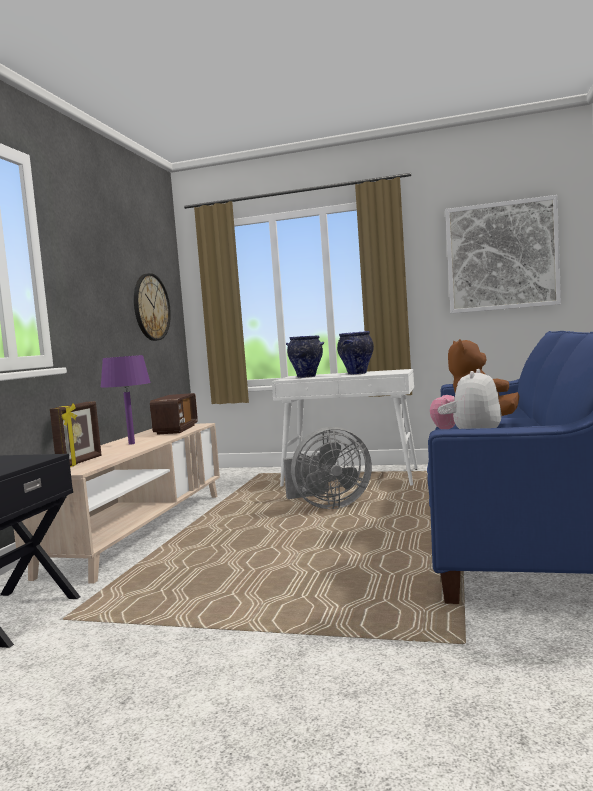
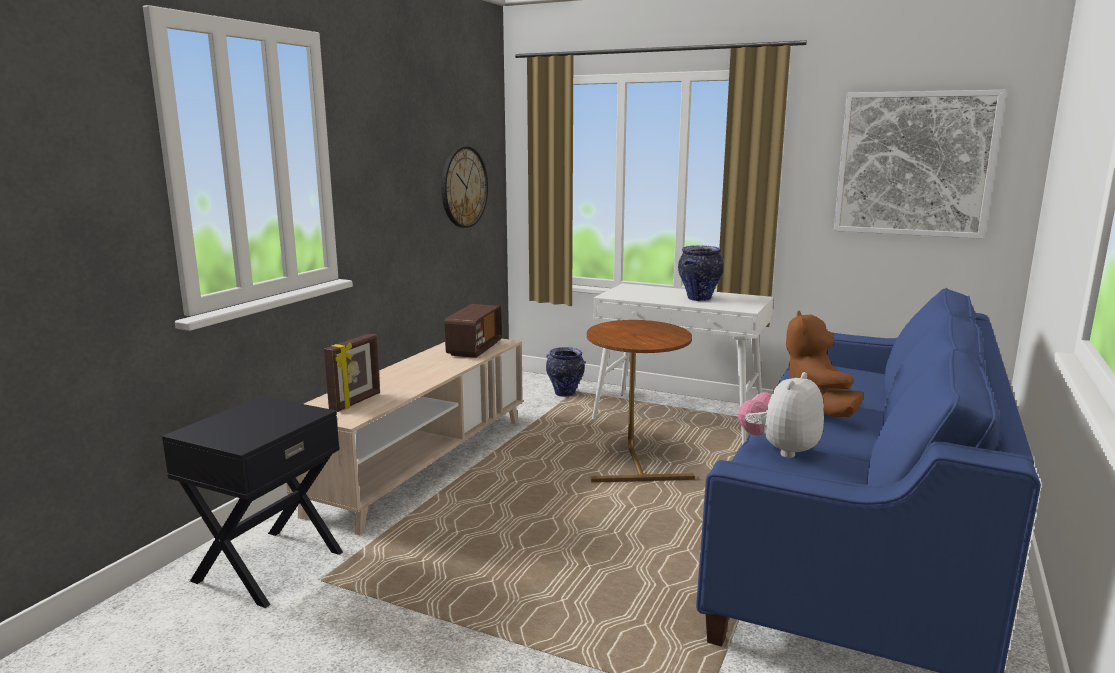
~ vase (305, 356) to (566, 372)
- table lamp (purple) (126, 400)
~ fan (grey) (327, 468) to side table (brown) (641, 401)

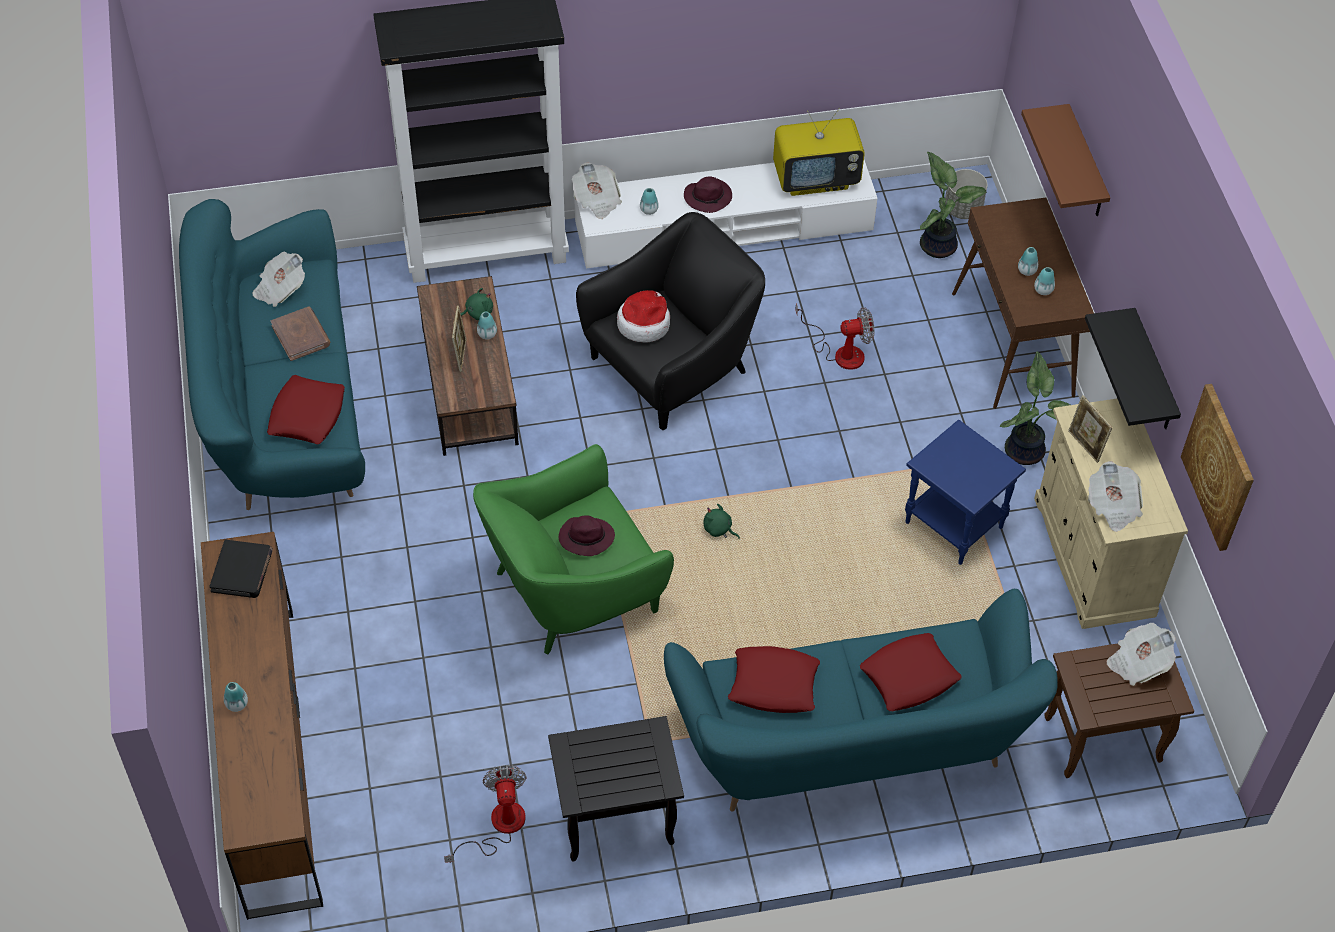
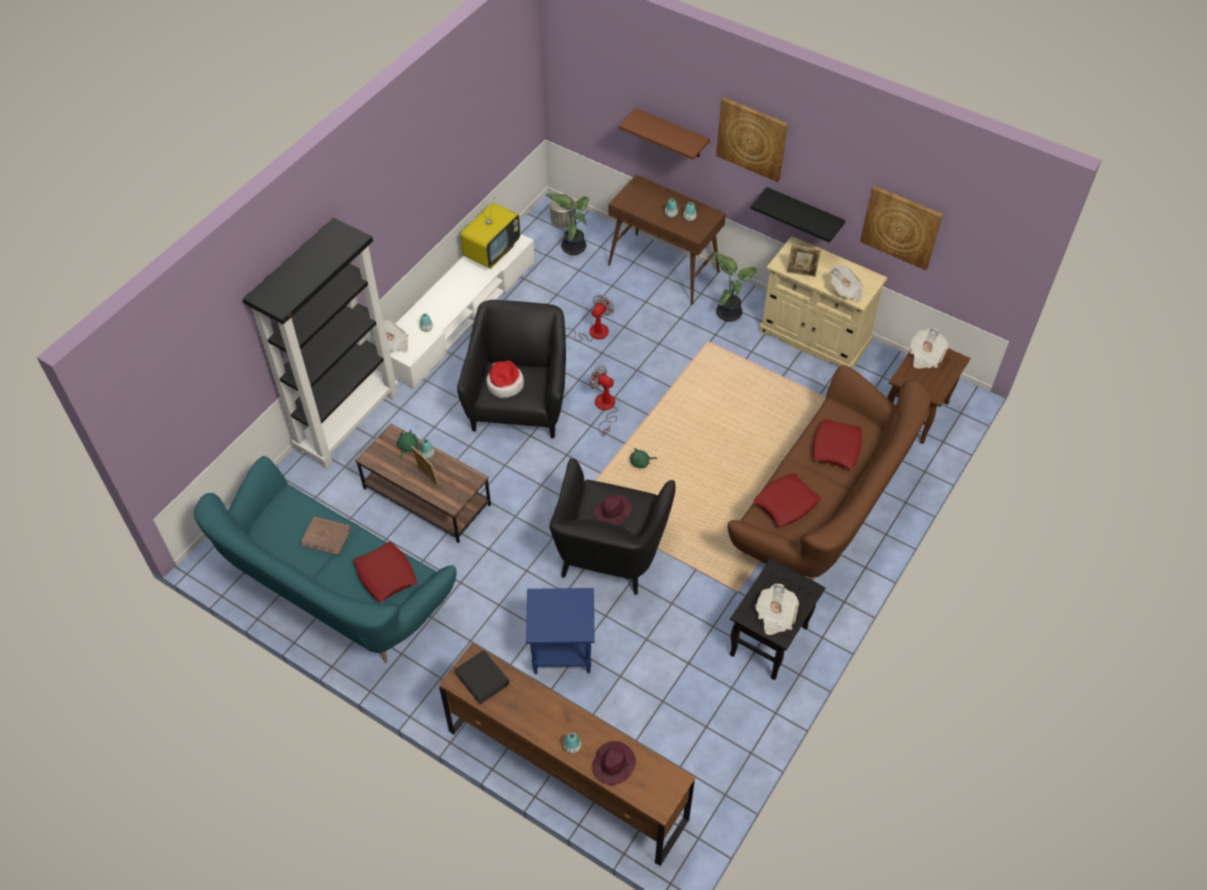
~ hat (purple) (708, 194) to (614, 763)
~ newspaper (278, 279) to (777, 609)
~ side table (blue) (965, 492) to (560, 631)
~ armchair (green) (573, 549) to armchair (black) (612, 526)
~ sofa (turquoise) (861, 700) to sofa (brown) (829, 473)
~ fan (485, 814) to (603, 400)
+ picture (752, 139)

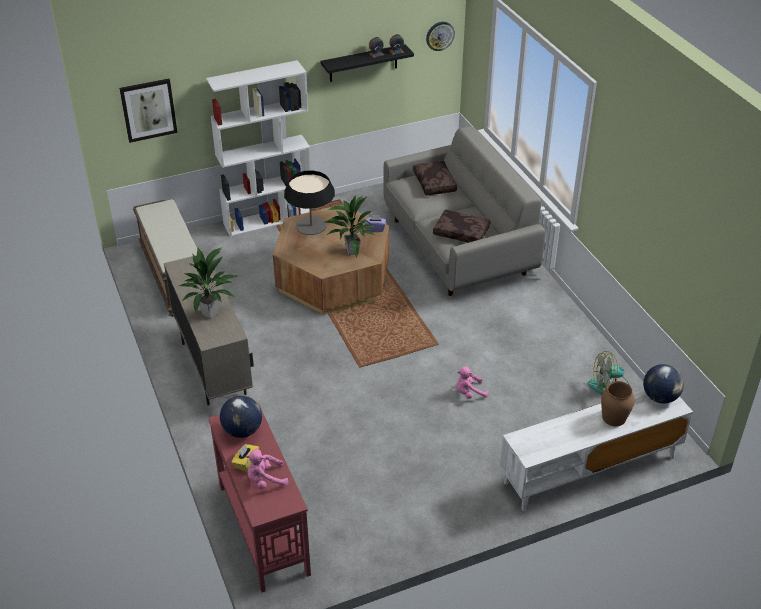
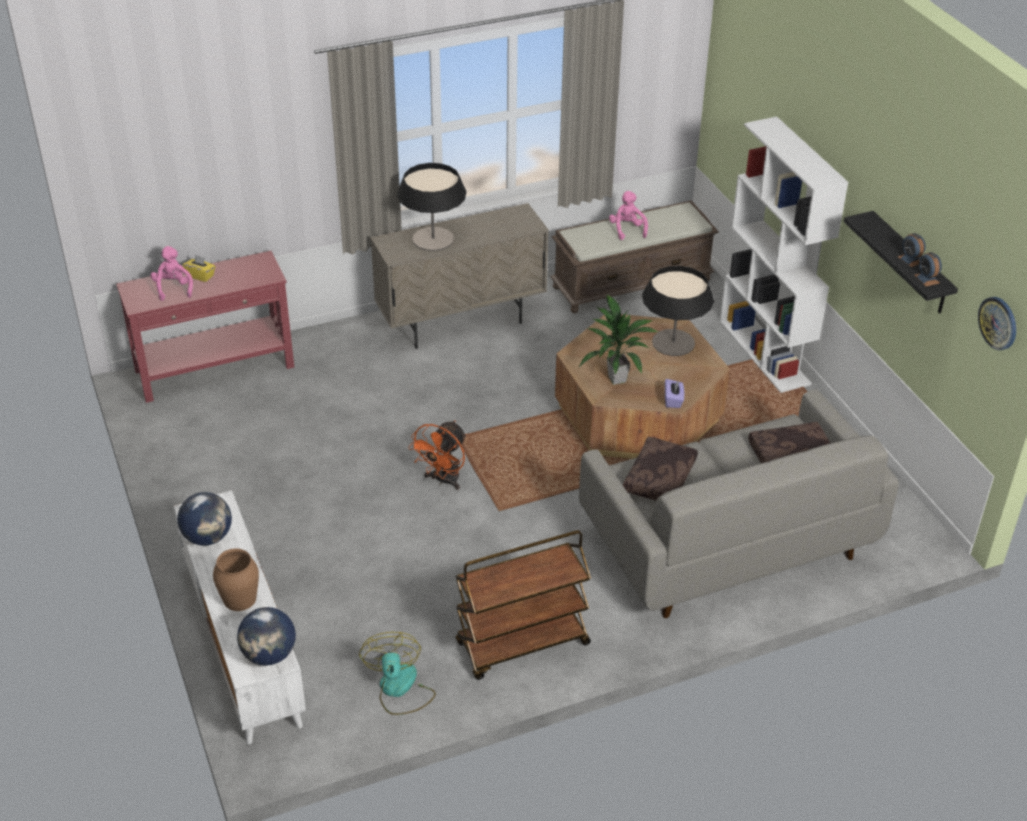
- picture (148, 110)
~ potted plant (208, 283) to table lamp (431, 207)
~ plush toy (pink) (472, 382) to (628, 215)
~ globe (241, 416) to (204, 519)
+ fan (orange) (437, 455)
+ cart (brown) (523, 605)

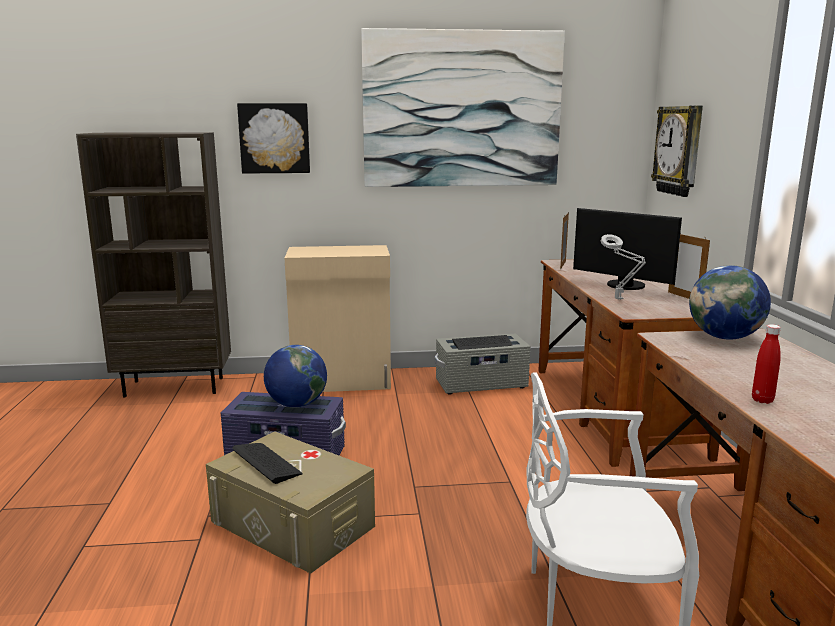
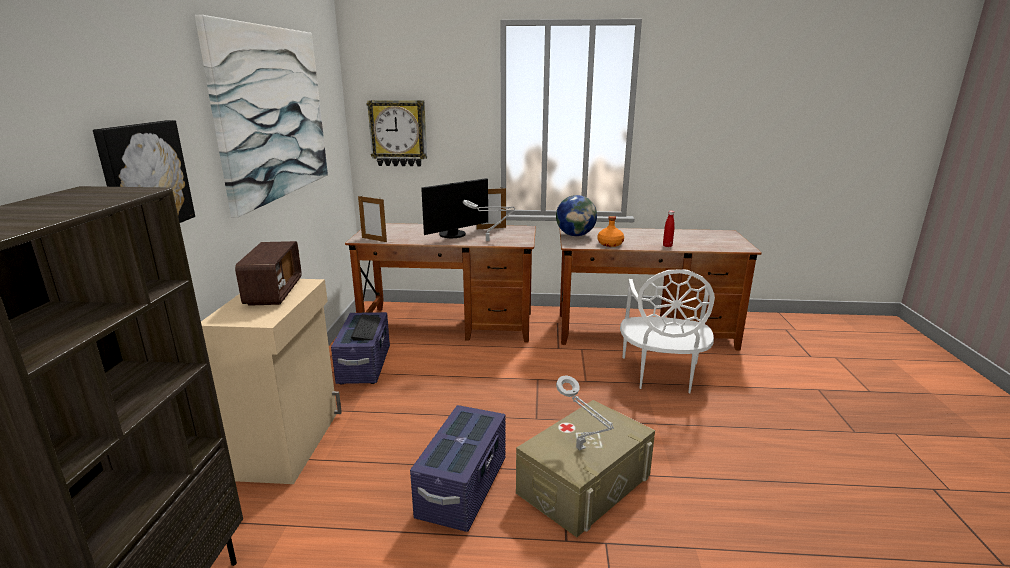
~ storage box (grey) (482, 364) to storage box (purple) (360, 348)
- globe (295, 376)
~ keyboard (267, 463) to table lamp (grey) (585, 412)
+ bottle (orange) (610, 231)
+ radio (268, 273)

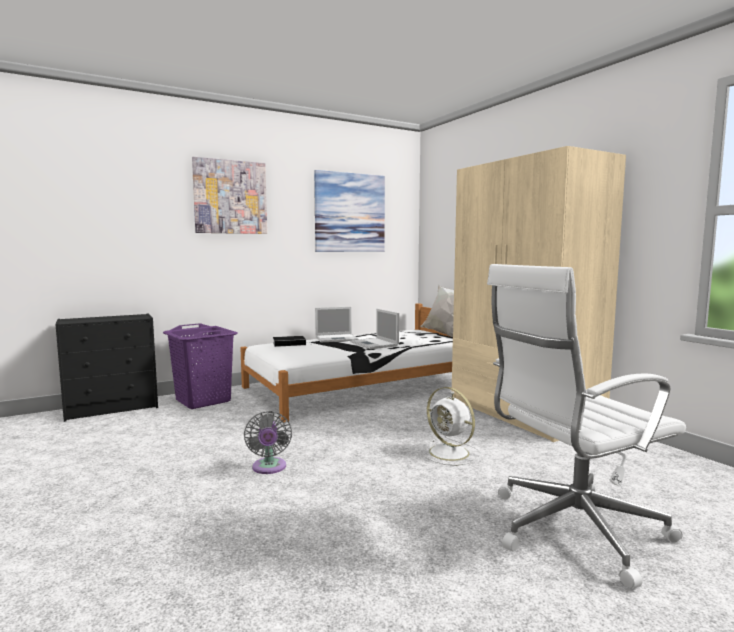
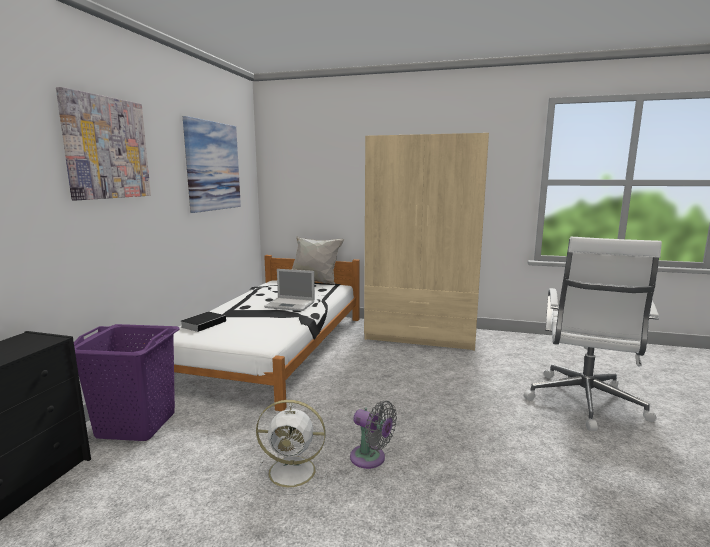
- laptop (337, 324)
~ fan (white) (450, 426) to (291, 447)

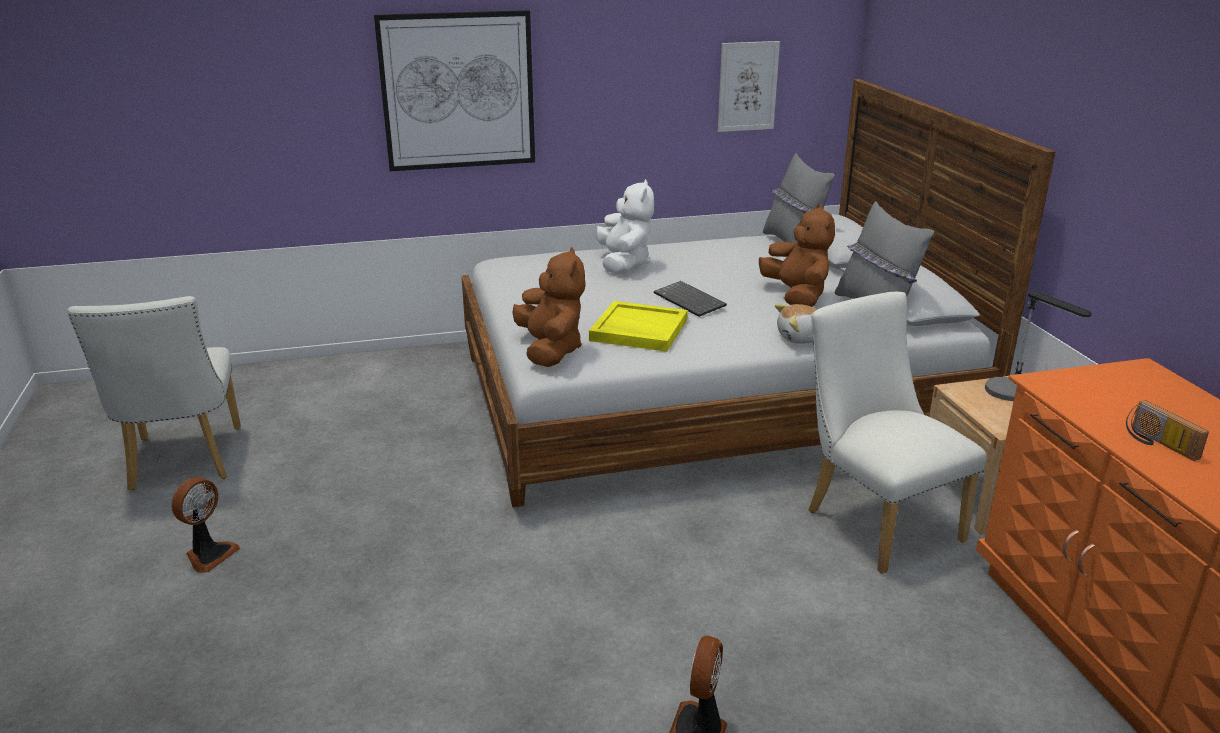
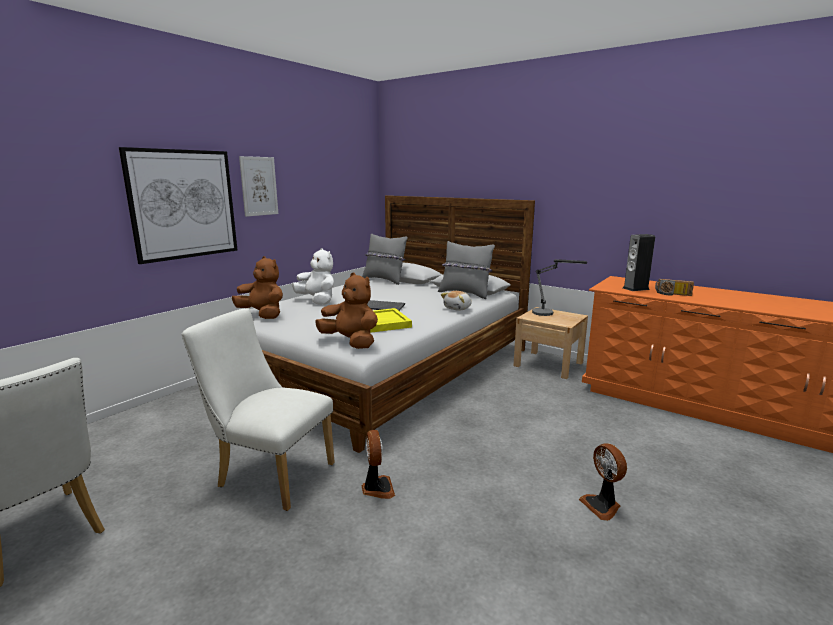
~ picture (749, 86) to (258, 186)
~ plush toy (brown) (797, 255) to (257, 287)
~ chair (white) (898, 433) to (258, 409)
~ fan (205, 525) to (378, 464)
+ speaker (639, 262)

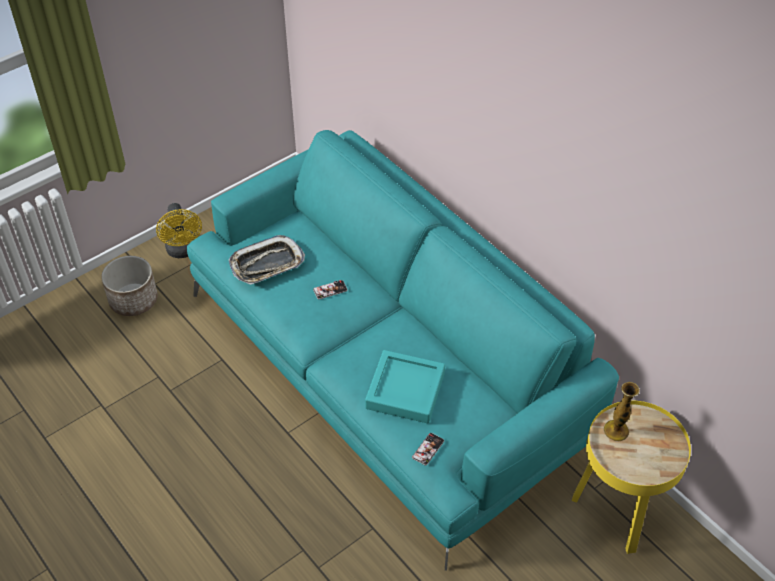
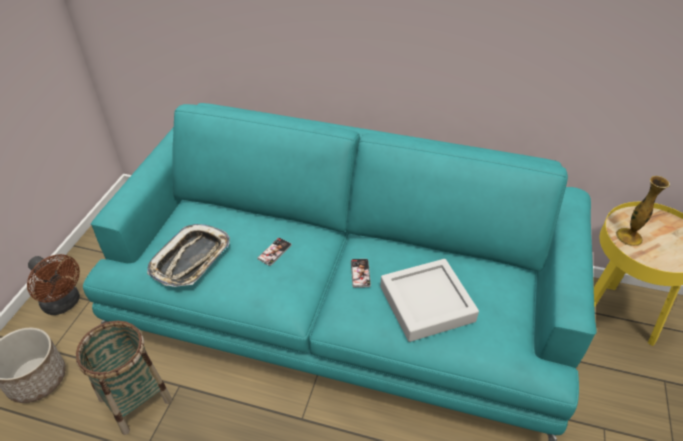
~ fan (yellow) (179, 230) to fan (brown) (53, 284)
~ tray (turquoise) (405, 387) to tray (grey) (429, 300)
~ phone (428, 449) to (361, 273)
+ basket (124, 378)

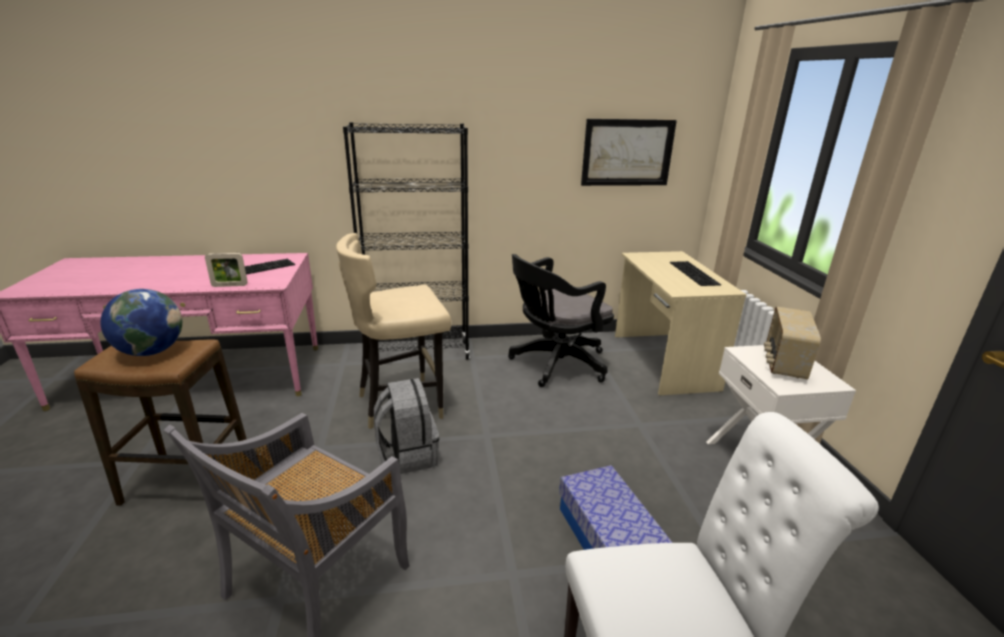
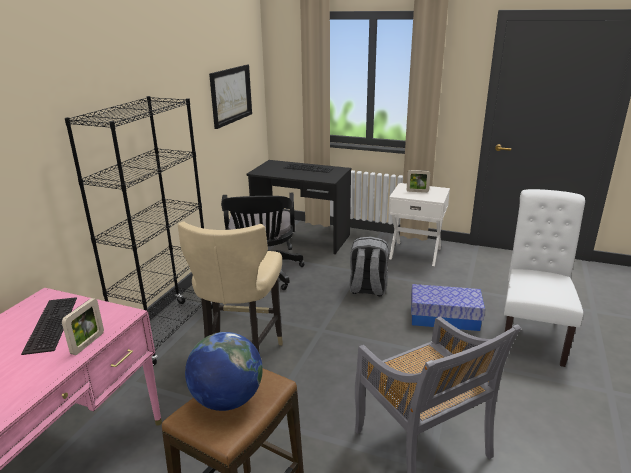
~ desk (beige) (681, 323) to desk (black) (298, 207)
~ radio (792, 343) to picture frame (418, 181)
~ backpack (grey) (406, 426) to (368, 266)

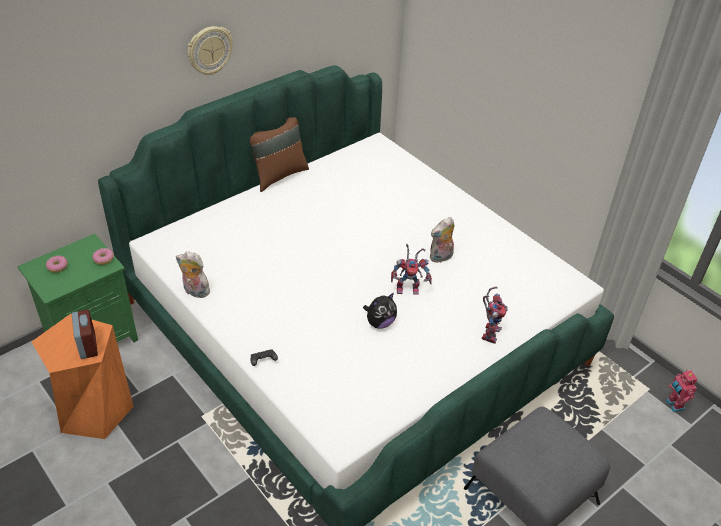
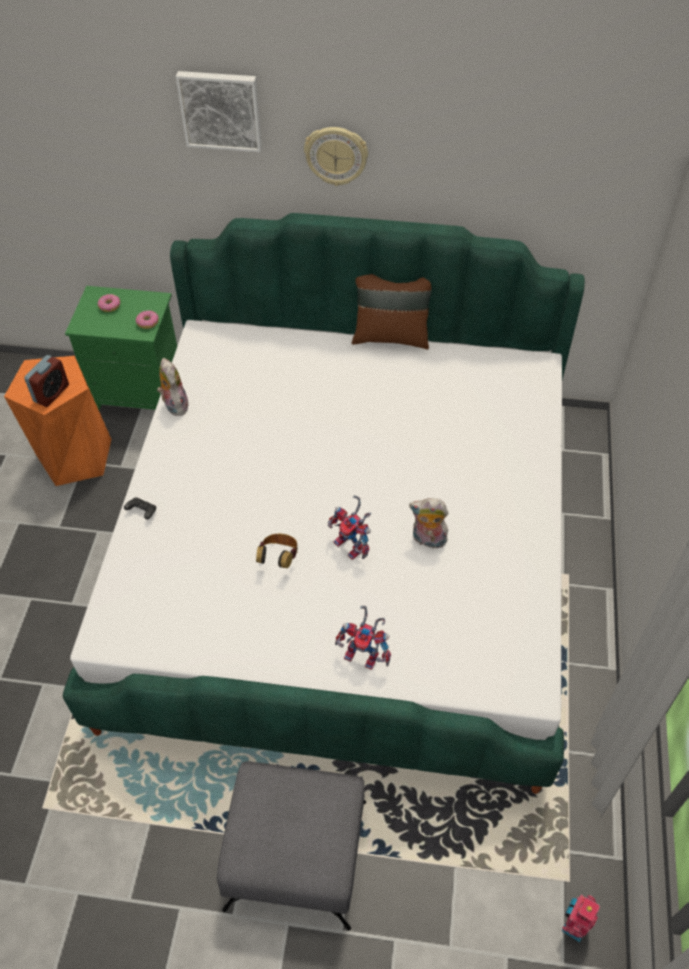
~ toy robot (494, 315) = (363, 638) 45 degrees clockwise
~ plush toy (380, 311) to headphones (277, 551)
+ picture (219, 111)

